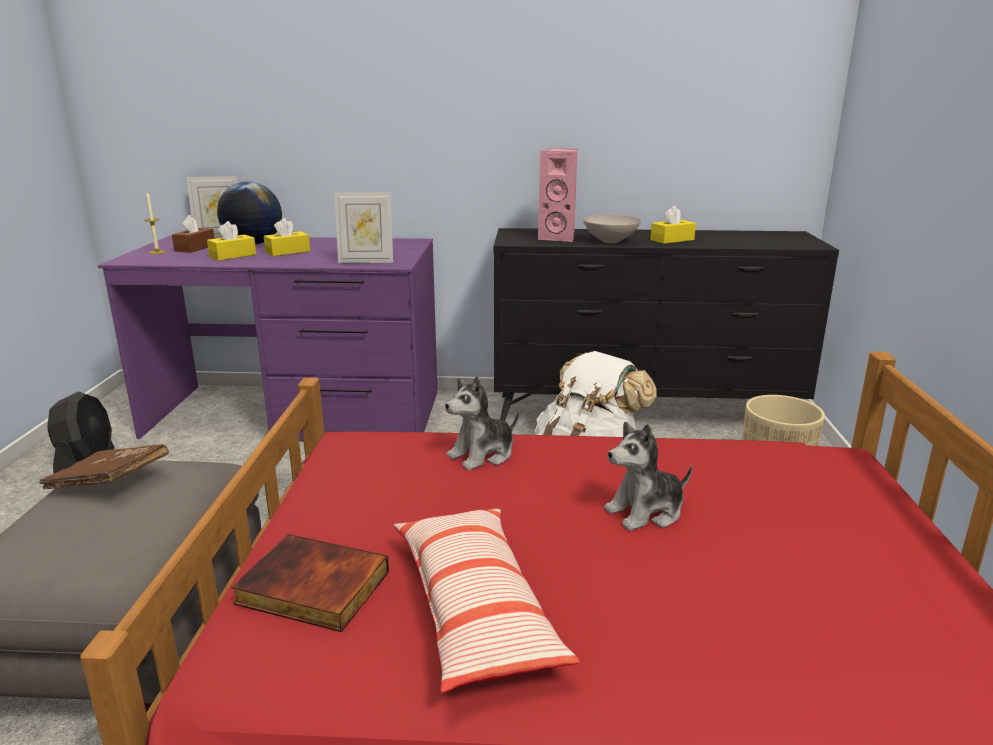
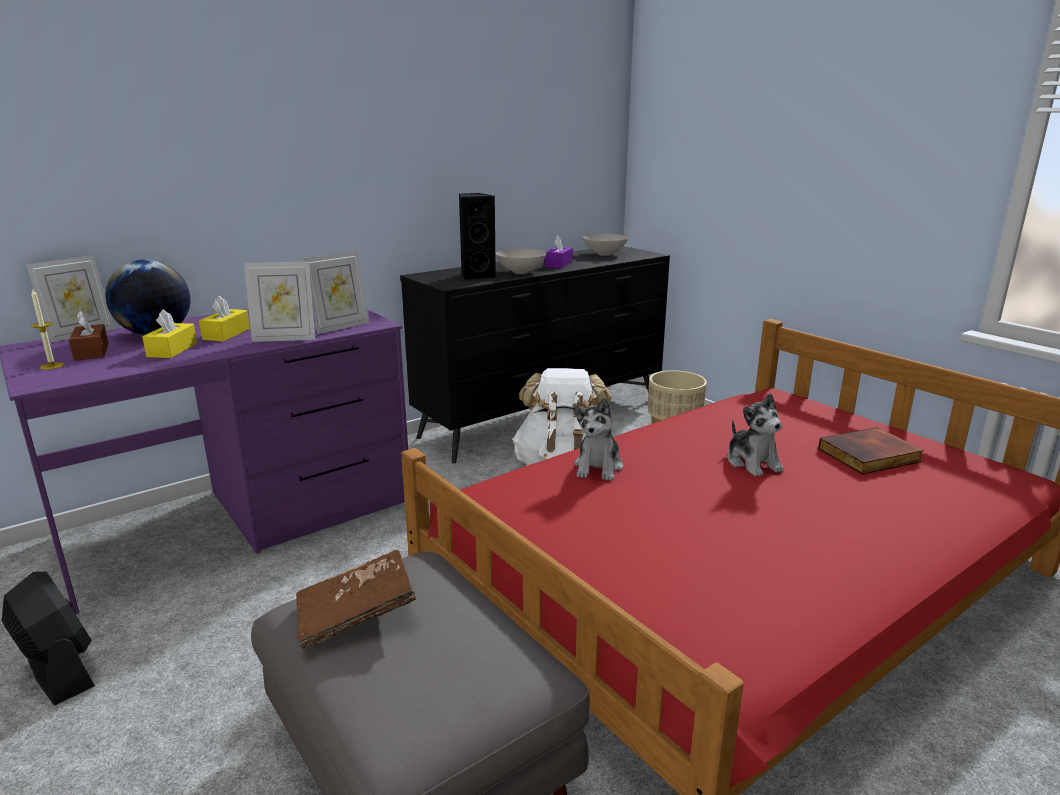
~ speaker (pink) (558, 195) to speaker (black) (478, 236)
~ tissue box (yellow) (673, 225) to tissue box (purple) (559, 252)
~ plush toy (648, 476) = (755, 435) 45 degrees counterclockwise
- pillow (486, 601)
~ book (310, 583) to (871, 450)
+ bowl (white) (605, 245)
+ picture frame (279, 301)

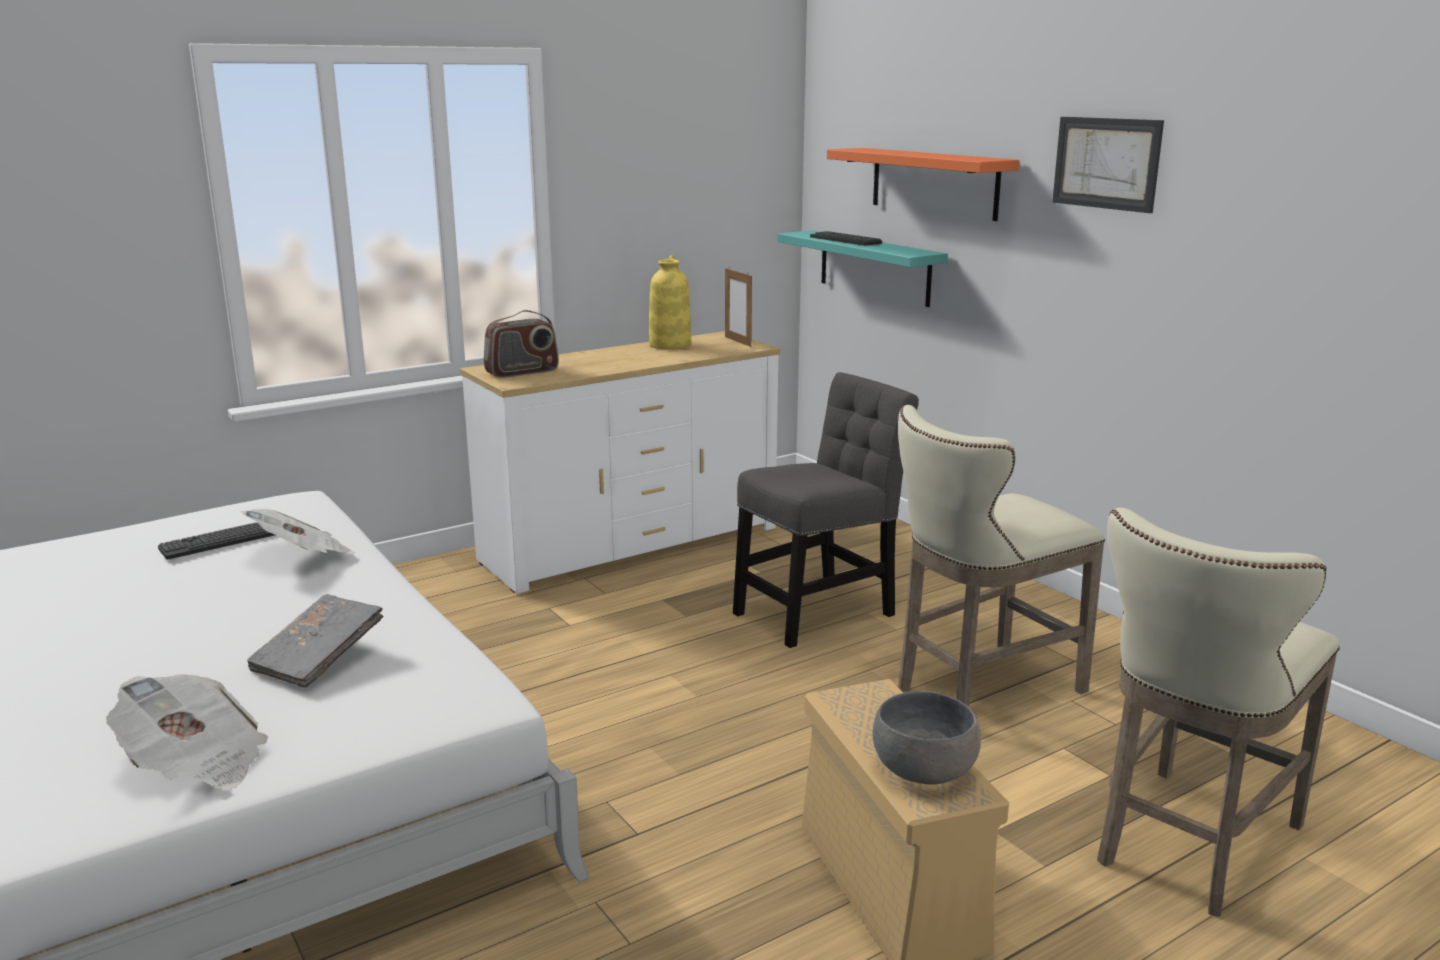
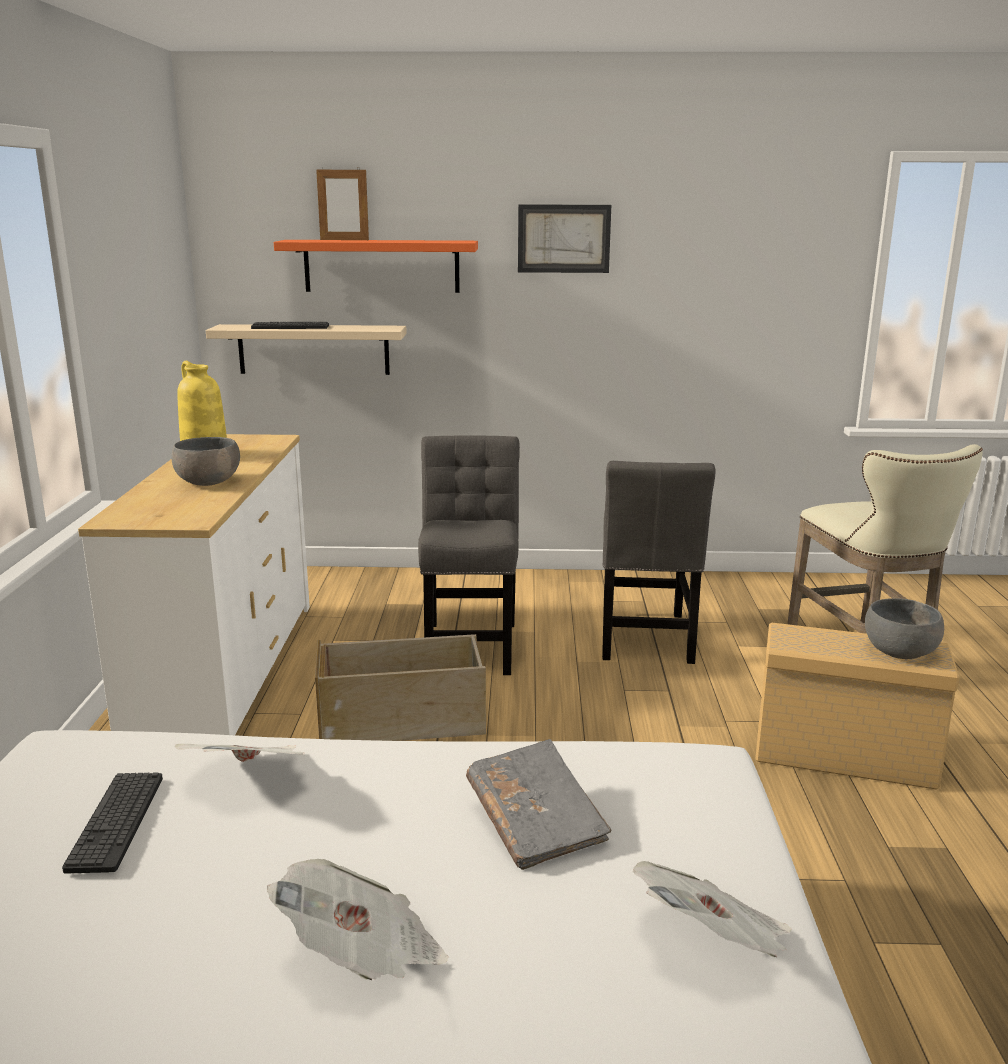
~ shelf (turquoise) (863, 268) to shelf (beige) (306, 349)
~ picture frame (738, 307) to (342, 203)
- radio (521, 344)
~ stool (beige) (1001, 555) to chair (grey) (658, 562)
+ bowl (grey) (206, 461)
+ storage box (beige) (400, 687)
+ newspaper (358, 920)

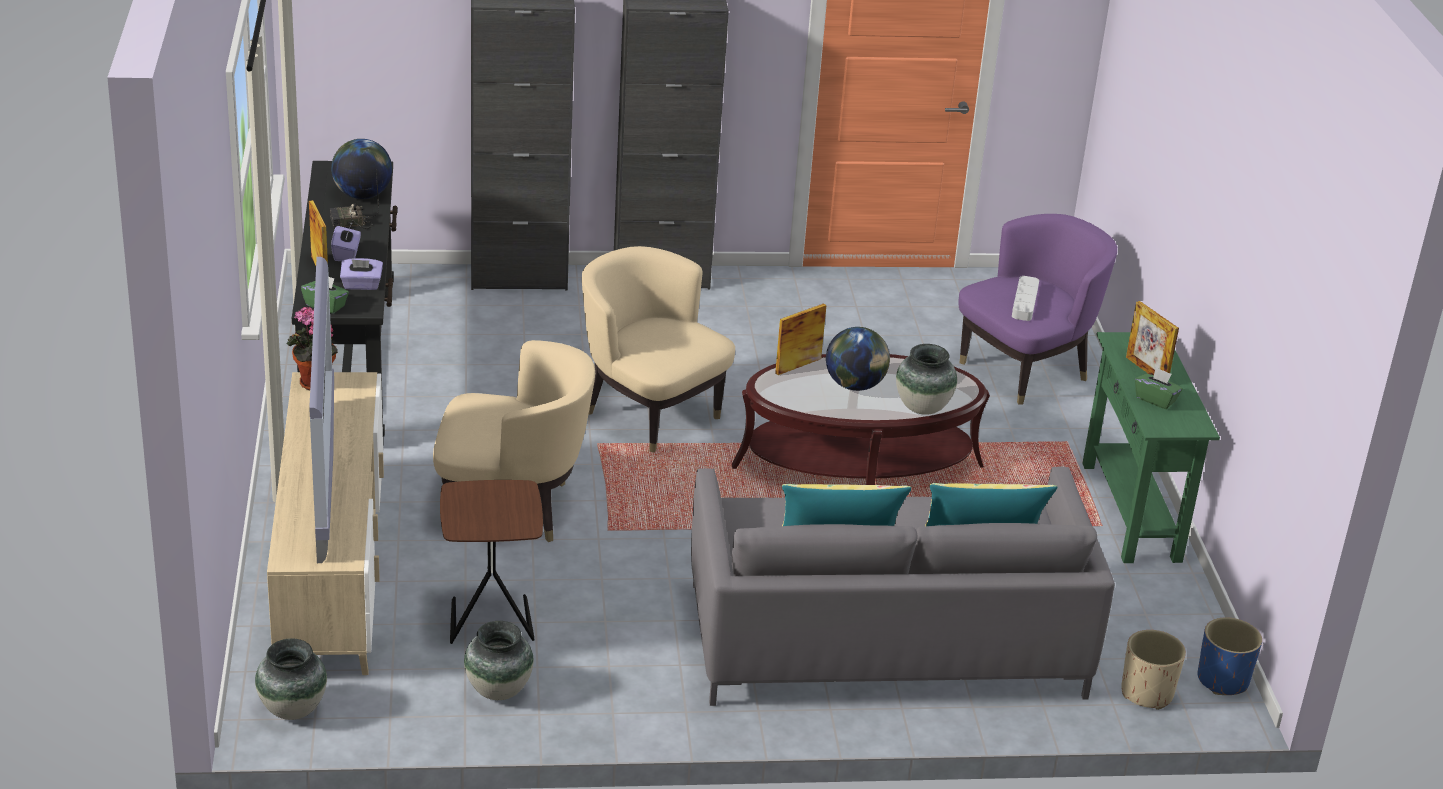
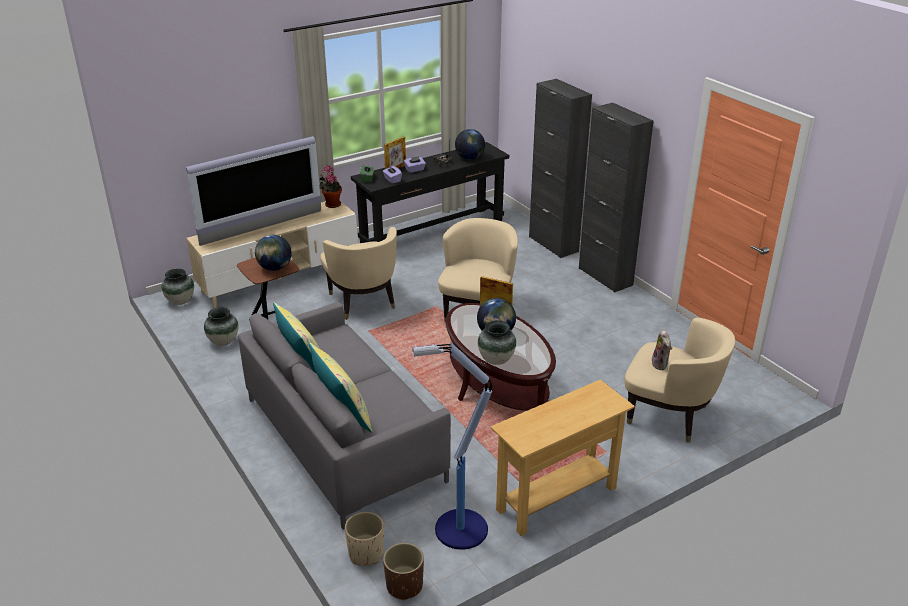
~ armchair (purple) (1038, 309) to armchair (beige) (679, 380)
~ tray (grey) (1025, 298) to plush toy (661, 349)
- picture frame (1152, 338)
~ console table (green) (1151, 447) to console table (beige) (563, 457)
- tissue box (green) (1159, 388)
~ planter (blue) (1230, 656) to planter (brown) (403, 571)
+ globe (273, 253)
+ floor lamp (452, 446)

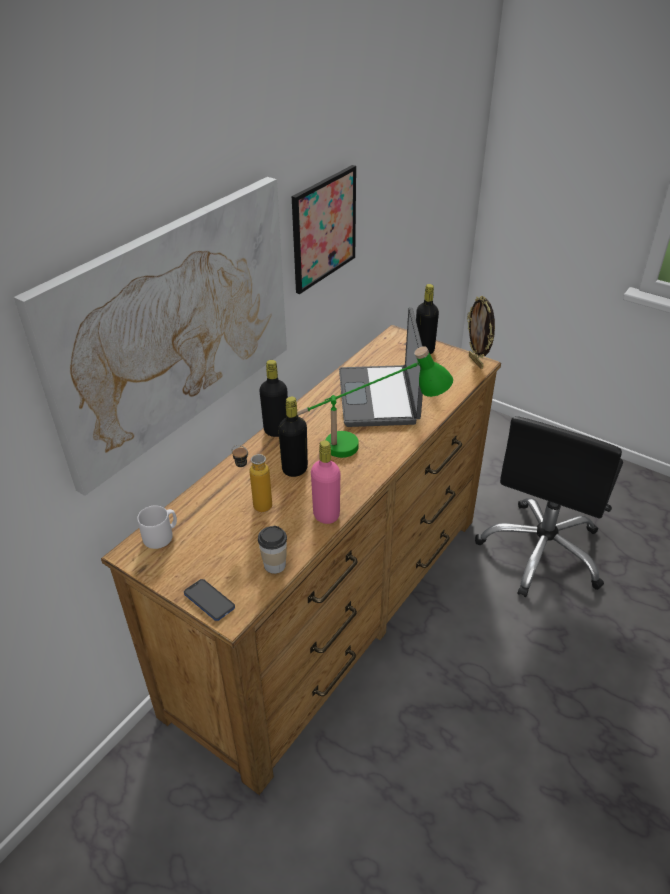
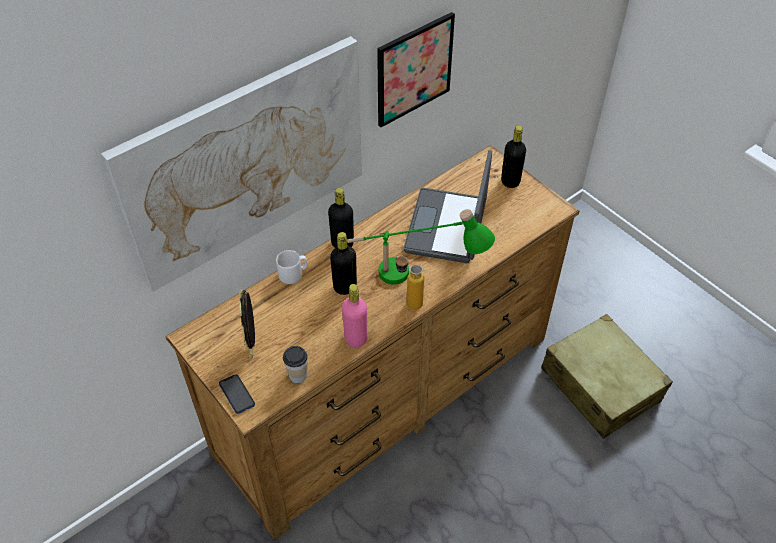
~ picture frame (481, 332) to (247, 324)
~ office chair (black) (549, 506) to suitcase (beige) (607, 376)
~ bottle (251, 478) to (409, 282)
~ mug (white) (157, 527) to (291, 267)

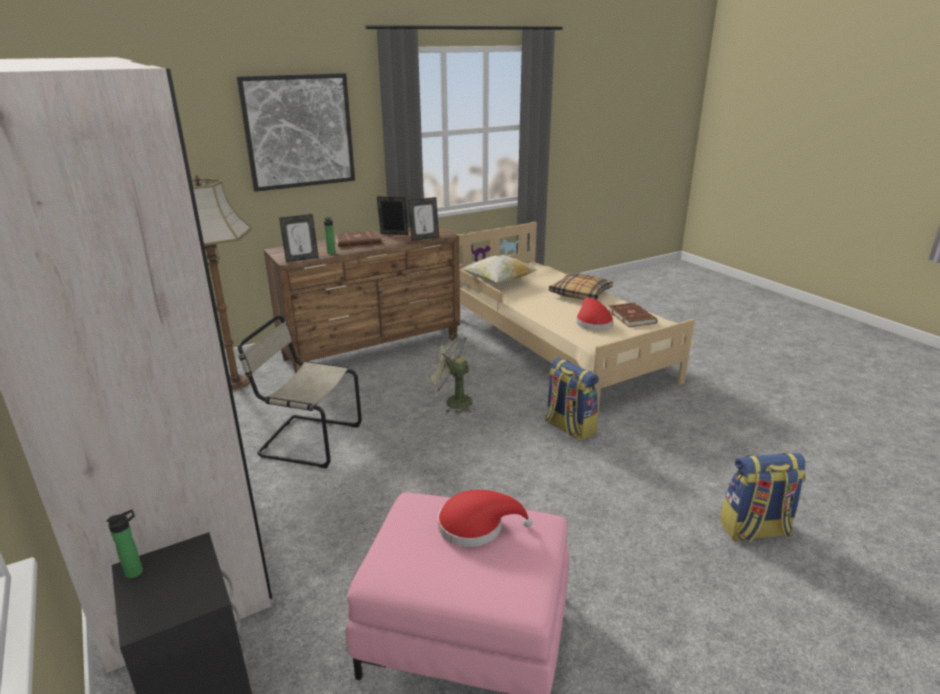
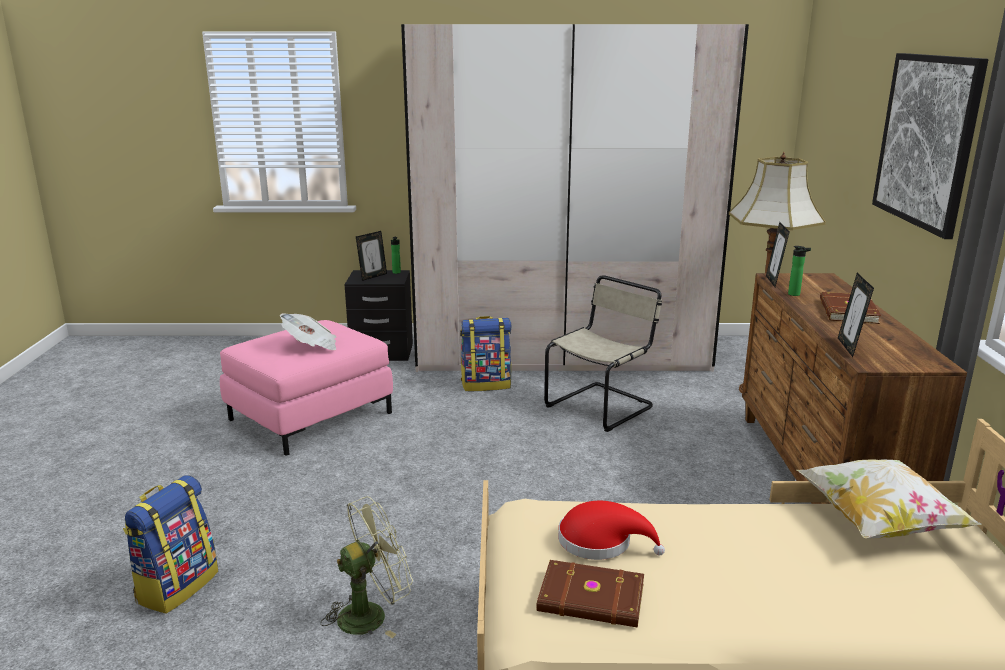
~ picture frame (393, 215) to (371, 256)
- pillow (581, 286)
~ fan (green) (450, 374) to (366, 567)
~ backpack (572, 399) to (485, 353)
~ hat (red) (485, 518) to newspaper (308, 331)

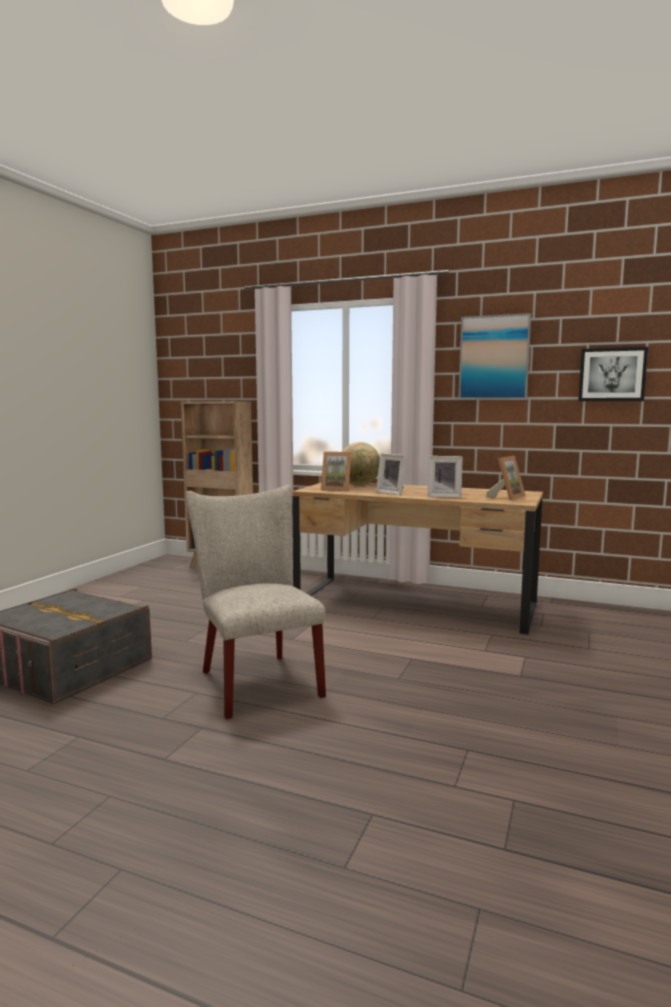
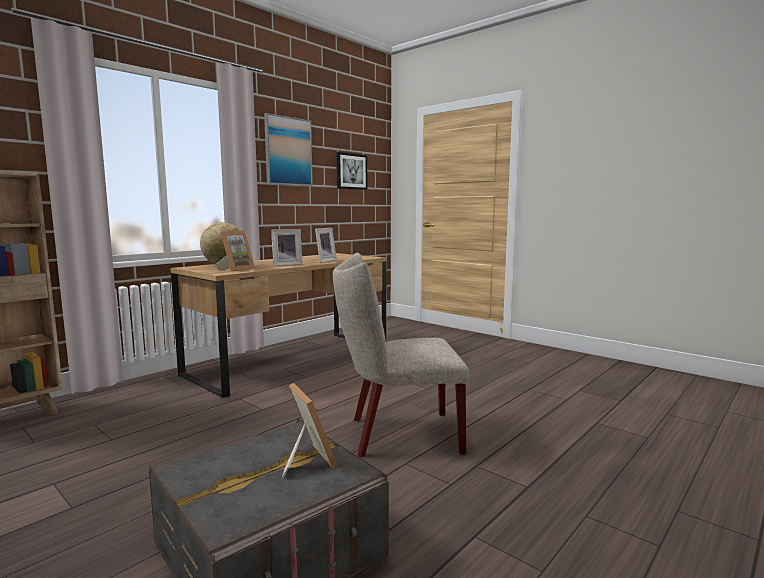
~ picture frame (506, 478) to (309, 430)

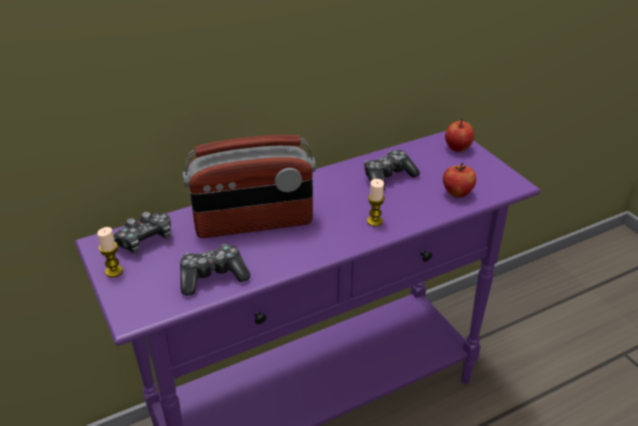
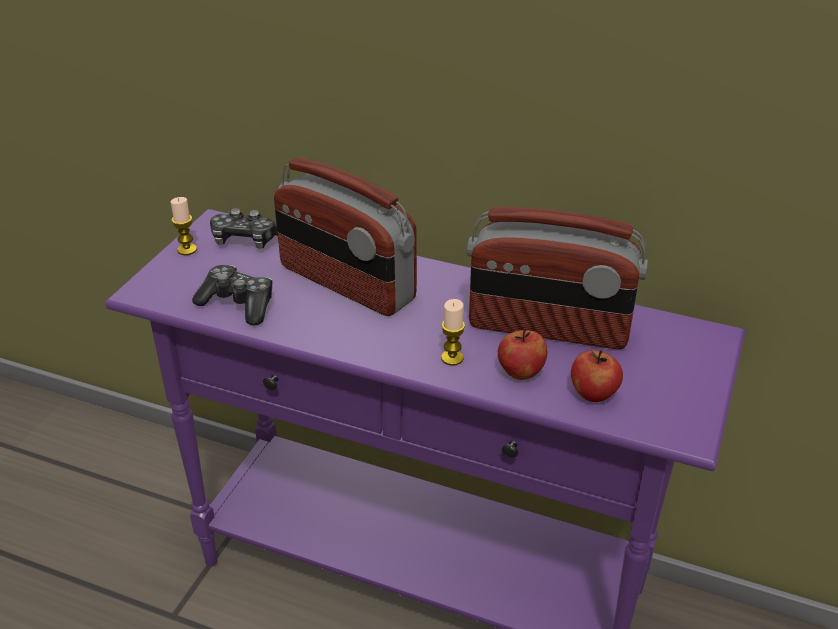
~ apple (459, 135) to (522, 354)
~ game controller (392, 170) to radio (557, 278)

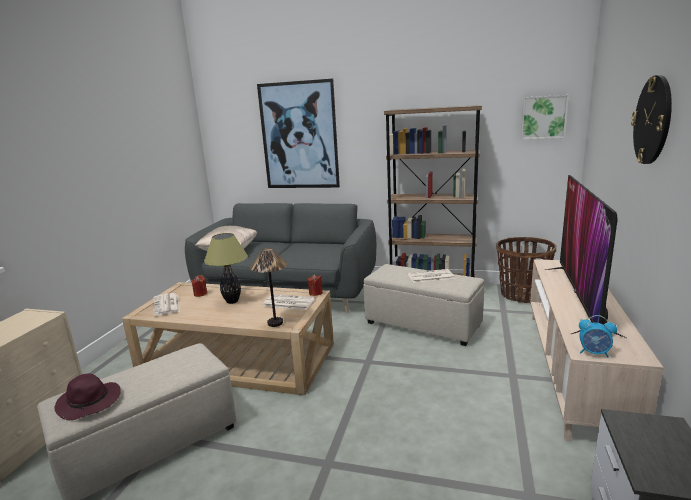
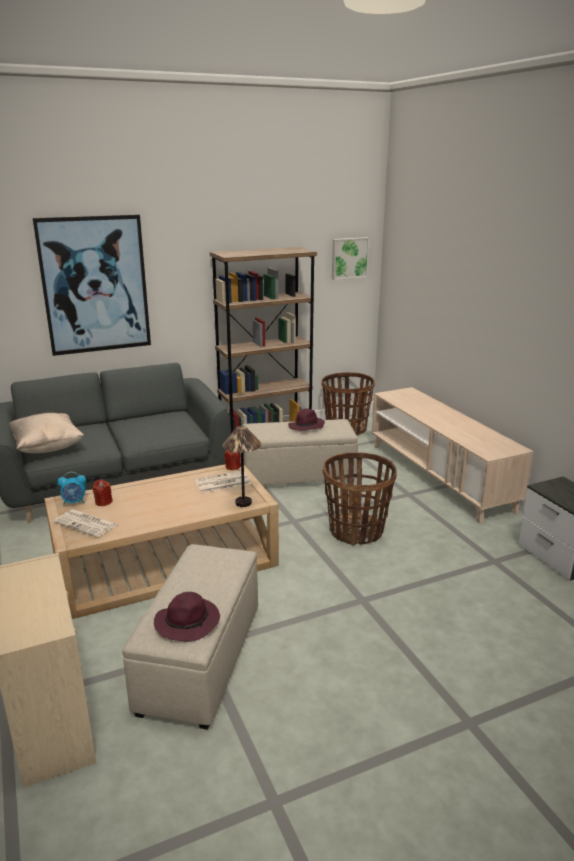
- wall clock (651, 119)
- television (586, 256)
- table lamp (226, 268)
~ newspaper (431, 276) to hat (purple) (306, 419)
~ alarm clock (598, 336) to (72, 489)
+ basket (360, 499)

